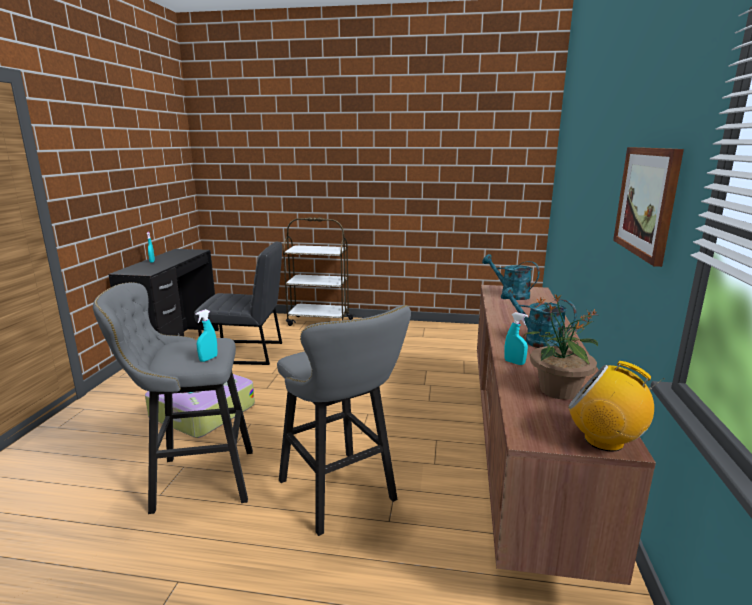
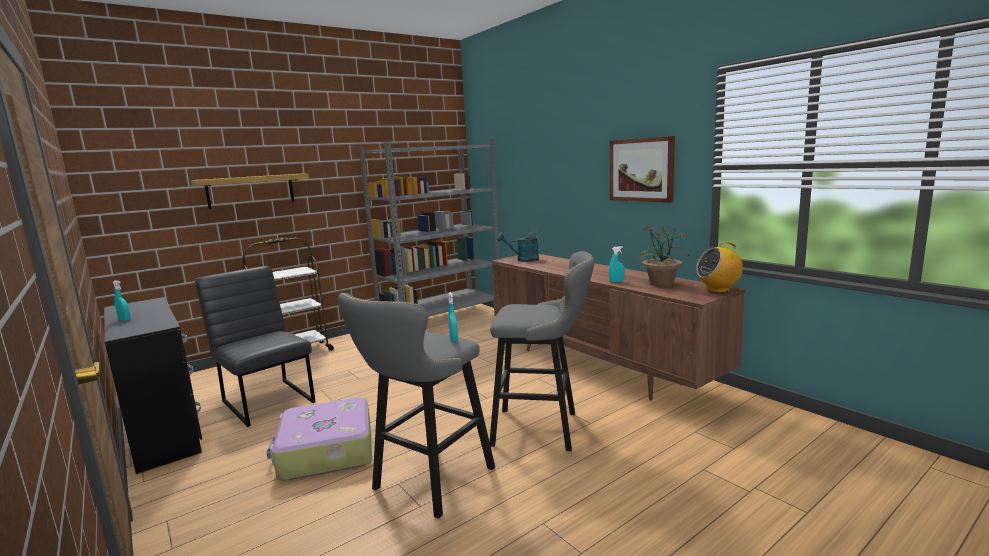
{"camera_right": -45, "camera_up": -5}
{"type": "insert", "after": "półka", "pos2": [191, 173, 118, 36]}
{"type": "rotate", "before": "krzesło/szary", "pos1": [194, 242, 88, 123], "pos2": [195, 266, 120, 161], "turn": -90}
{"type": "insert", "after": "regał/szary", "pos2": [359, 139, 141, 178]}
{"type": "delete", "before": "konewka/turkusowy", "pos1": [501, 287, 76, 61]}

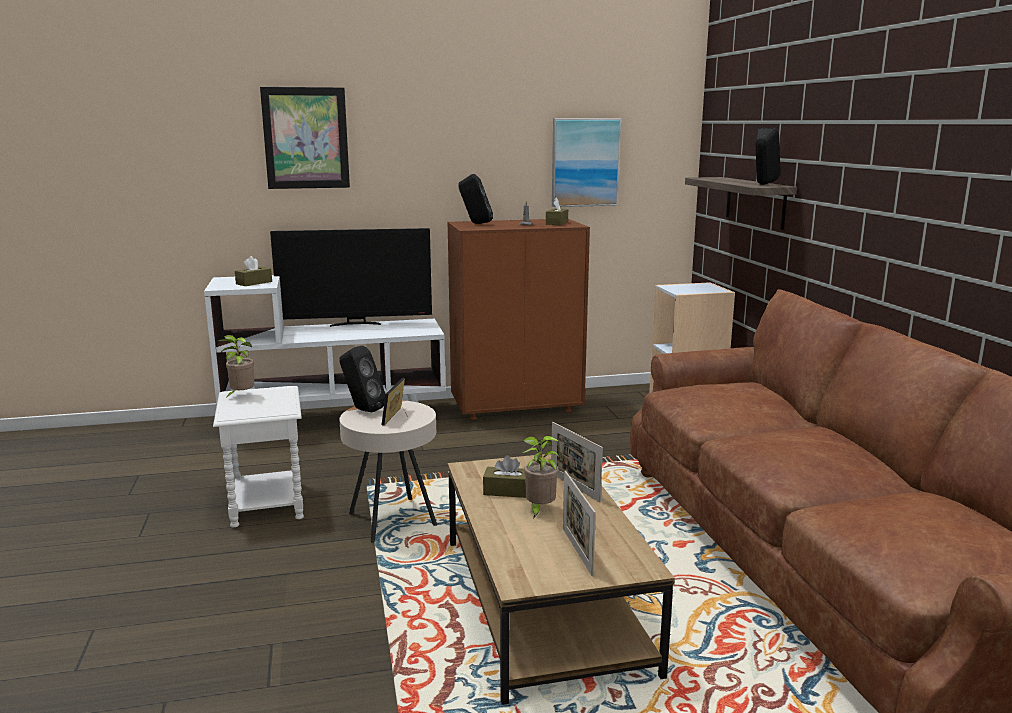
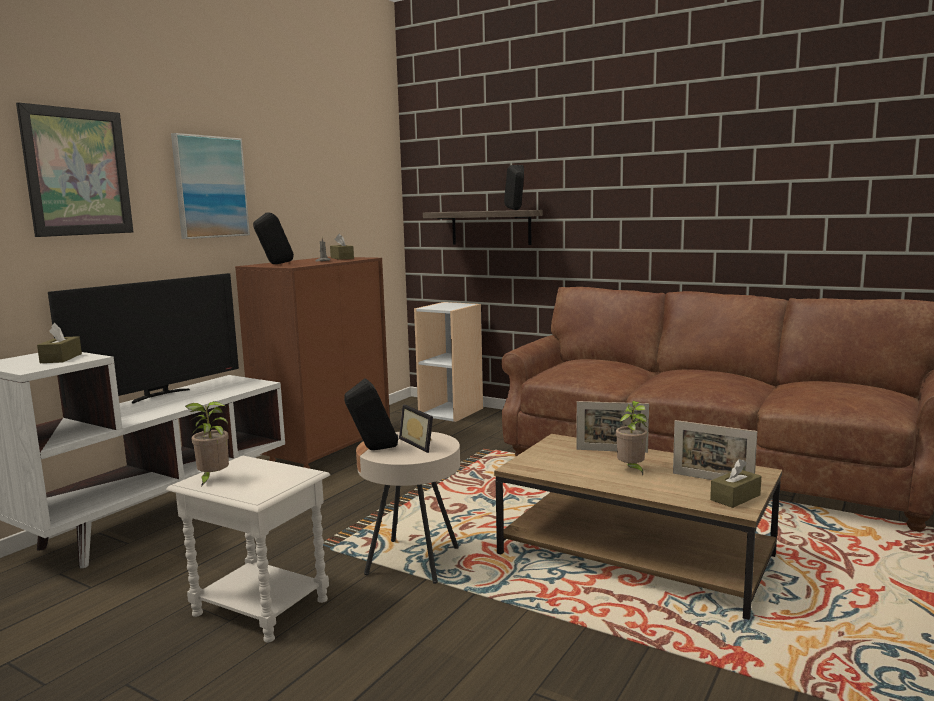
{"camera_right": -45, "camera_up": -5}
{"type": "move", "before": "obraz", "pos1": [552, 118, 69, 89], "pos2": [171, 133, 79, 106]}
{"type": "move", "before": "pudełko chusteczek/brązowy", "pos1": [483, 455, 43, 43], "pos2": [710, 459, 51, 49]}

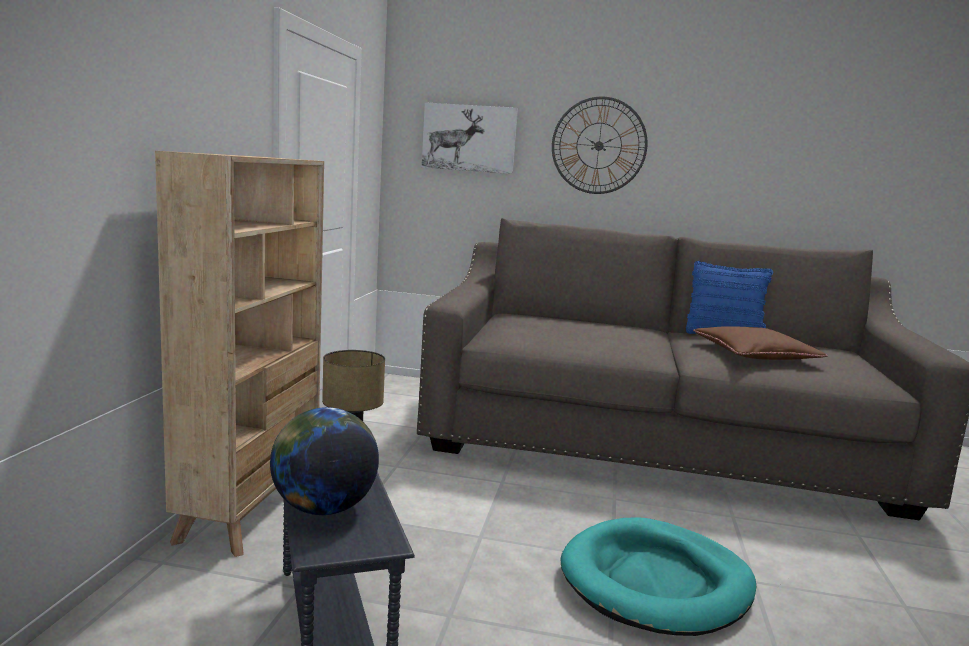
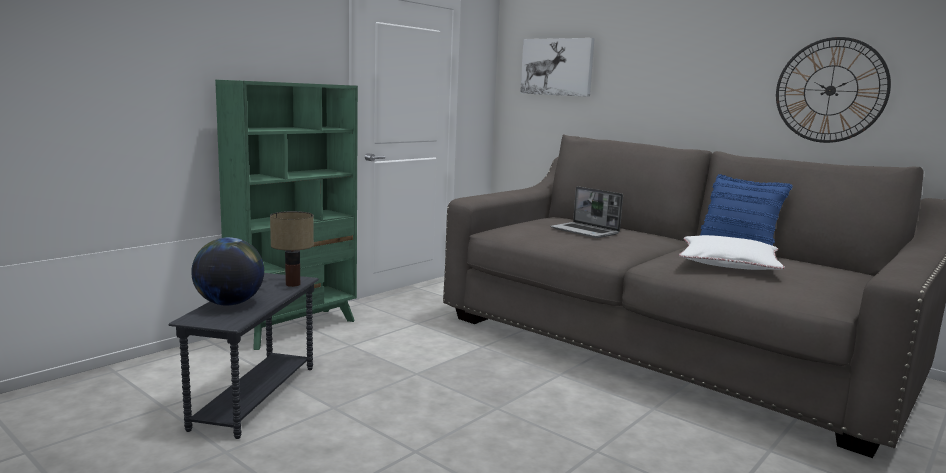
{"camera_right": 30, "camera_up": 0}
{"type": "recolor", "before": "regał/beżowy", "after": "regał/zielony", "pos1": [155, 151, 169, 406], "pos2": [215, 80, 143, 270]}
{"type": "insert", "after": "laptop", "pos2": [550, 186, 73, 52]}
{"type": "recolor", "before": "poduszka/brązowy", "after": "poduszka/biały", "pos1": [693, 326, 135, 34], "pos2": [679, 235, 106, 35]}
{"type": "move", "before": "zegar ścienny", "pos1": [552, 97, 96, 97], "pos2": [776, 37, 115, 106]}
{"type": "delete", "before": "legowisko/turkusowy", "pos1": [561, 517, 195, 119]}

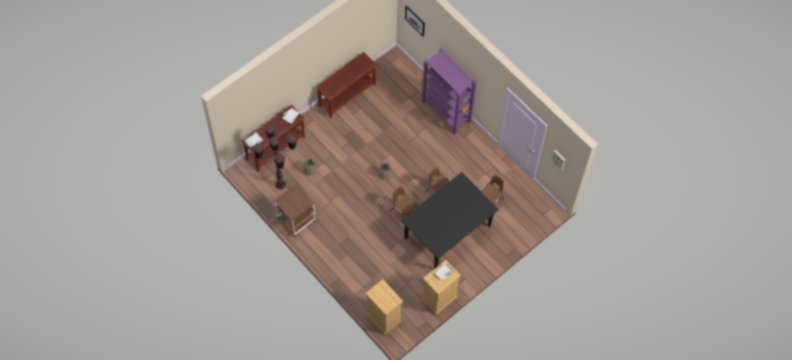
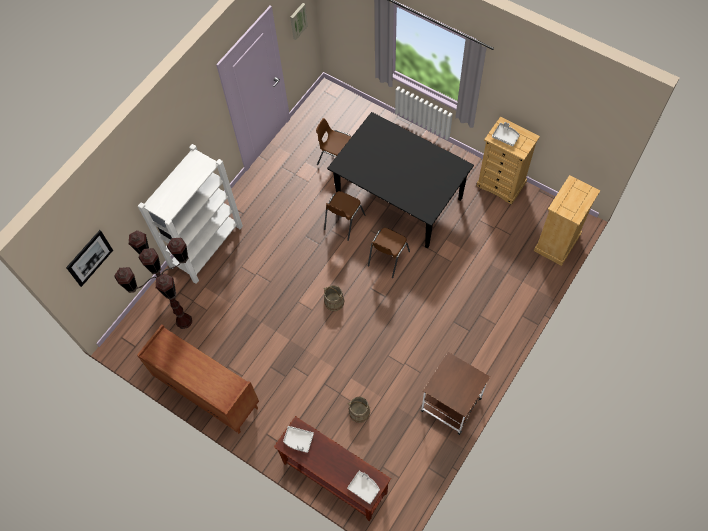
{"camera_right": -100, "camera_up": 0}
{"type": "move", "before": "lampa stojąca/brązowy", "pos1": [252, 124, 45, 65], "pos2": [114, 230, 78, 99]}
{"type": "replace", "before": "stolik konsolowy/brązowy", "after": "szafka/brązowy", "pos1": [316, 52, 61, 66], "pos2": [137, 324, 122, 110]}
{"type": "recolor", "before": "regał/fioletowy", "after": "regał/biały", "pos1": [421, 48, 56, 86], "pos2": [138, 144, 105, 140]}

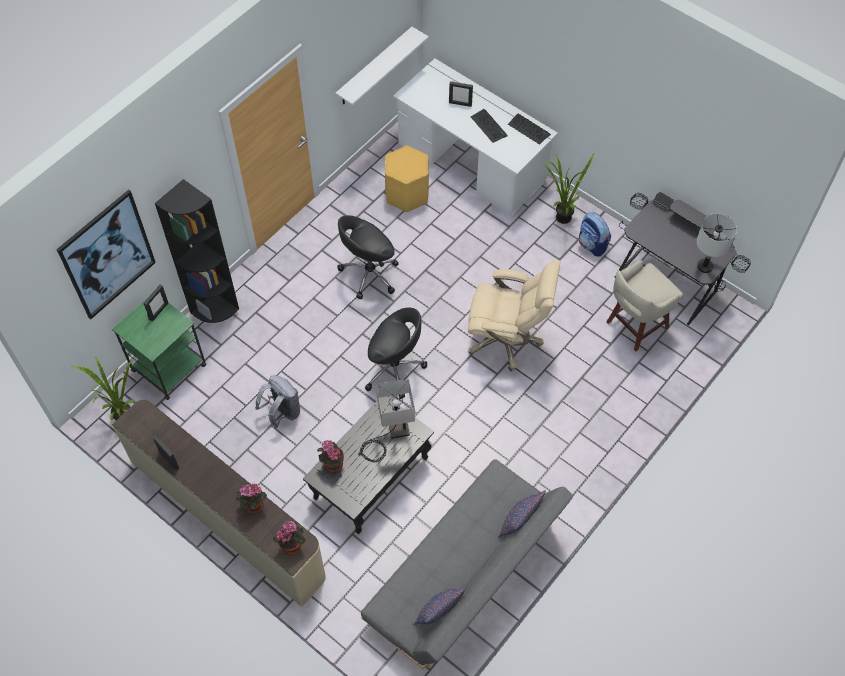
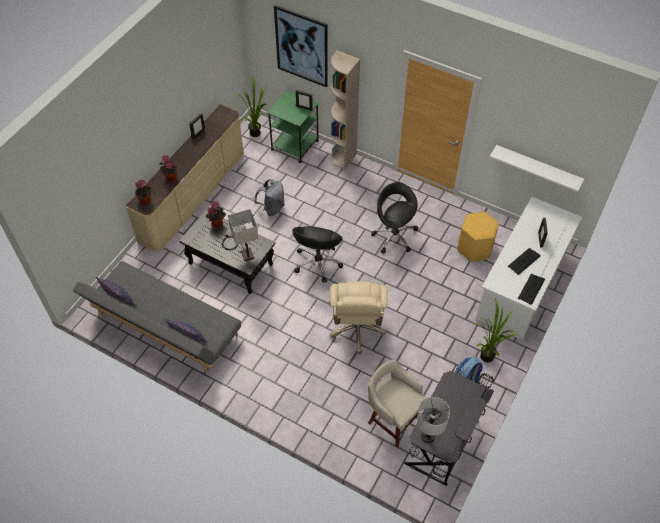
{"camera_right": 80, "camera_up": -5}
{"type": "recolor", "before": "regał/czarny", "after": "regał/beżowy", "pos1": [155, 179, 84, 144], "pos2": [331, 51, 29, 118]}

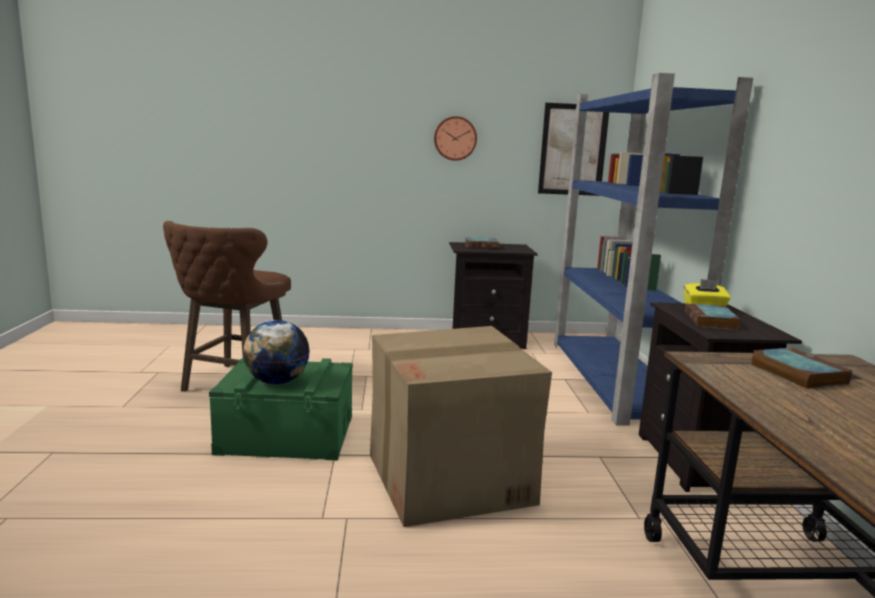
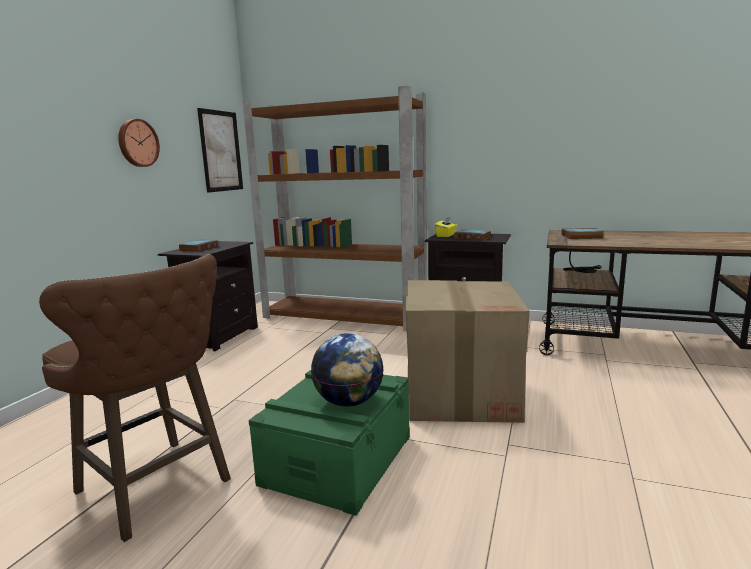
{"camera_right": -65, "camera_up": 0}
{"type": "recolor", "before": "regał/niebieski", "after": "regał/brązowy", "pos1": [554, 73, 199, 353], "pos2": [243, 86, 184, 245]}

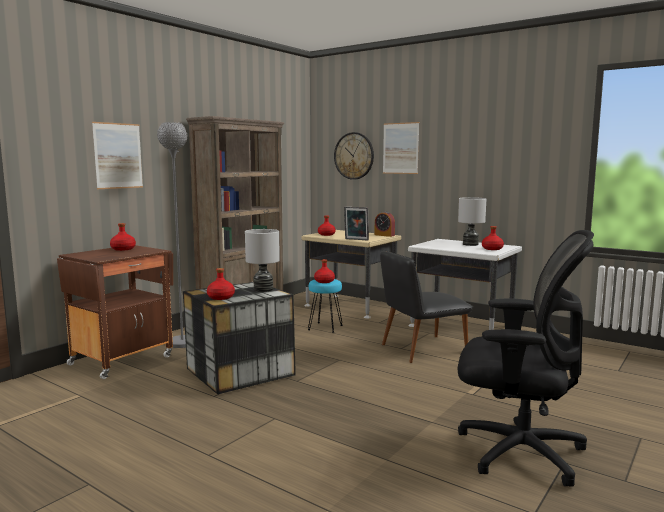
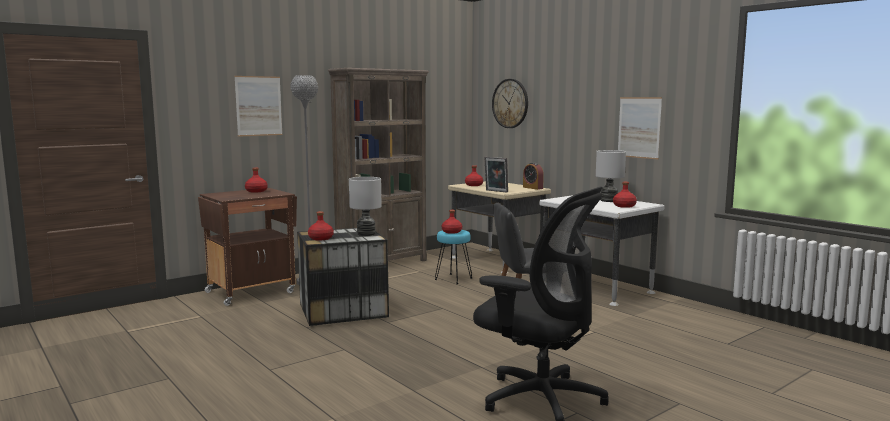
{"camera_right": 15, "camera_up": 0}
{"type": "move", "before": "obraz", "pos1": [383, 122, 36, 52], "pos2": [618, 97, 44, 62]}

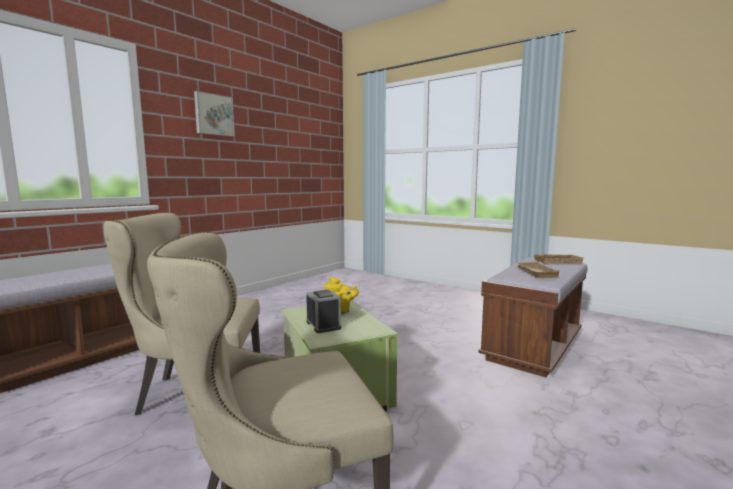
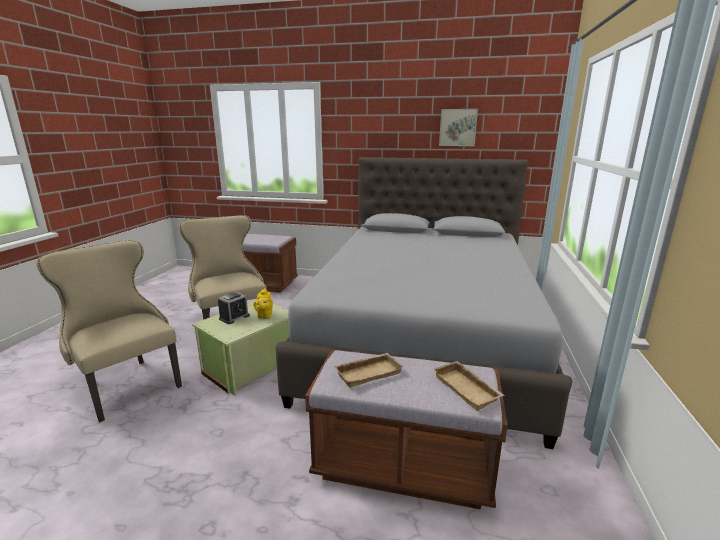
{"camera_right": 65, "camera_up": 10}
{"type": "insert", "after": "łóżko/szary", "pos2": [275, 157, 297, 292]}
{"type": "move", "before": "obraz", "pos1": [194, 91, 41, 46], "pos2": [439, 109, 39, 37]}

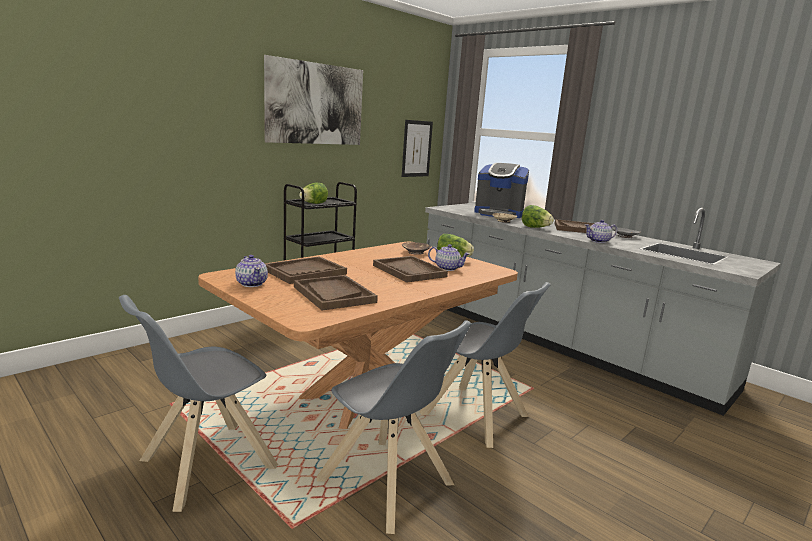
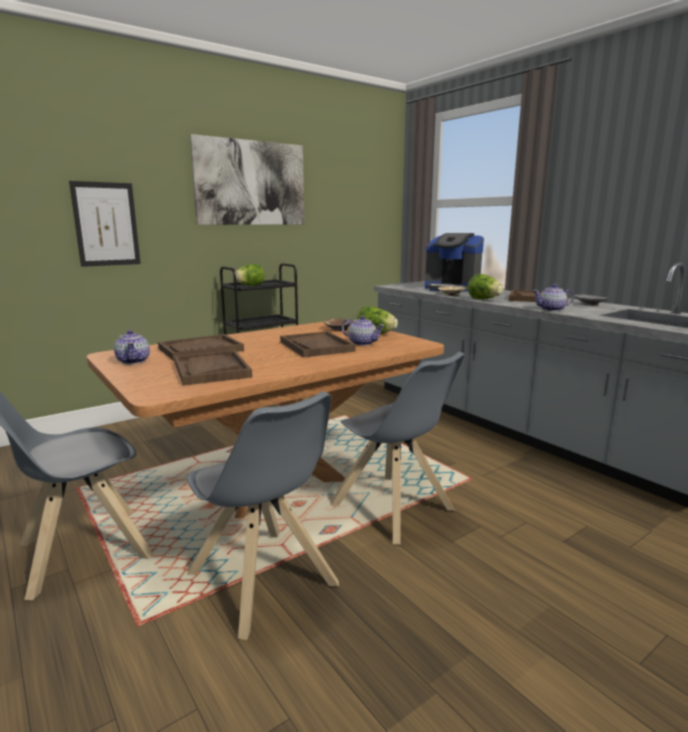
{"camera_right": 10, "camera_up": 0}
{"type": "move", "before": "obraz", "pos1": [402, 120, 31, 57], "pos2": [69, 181, 72, 86]}

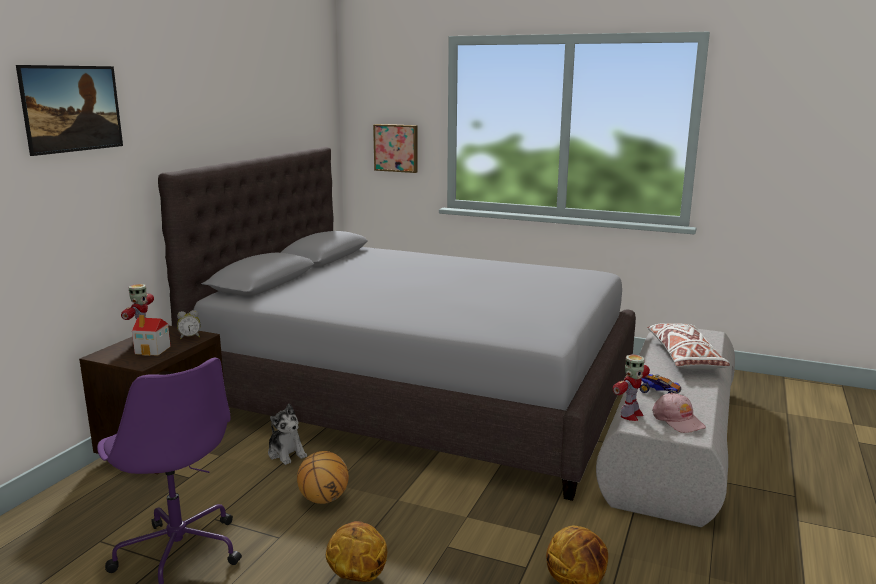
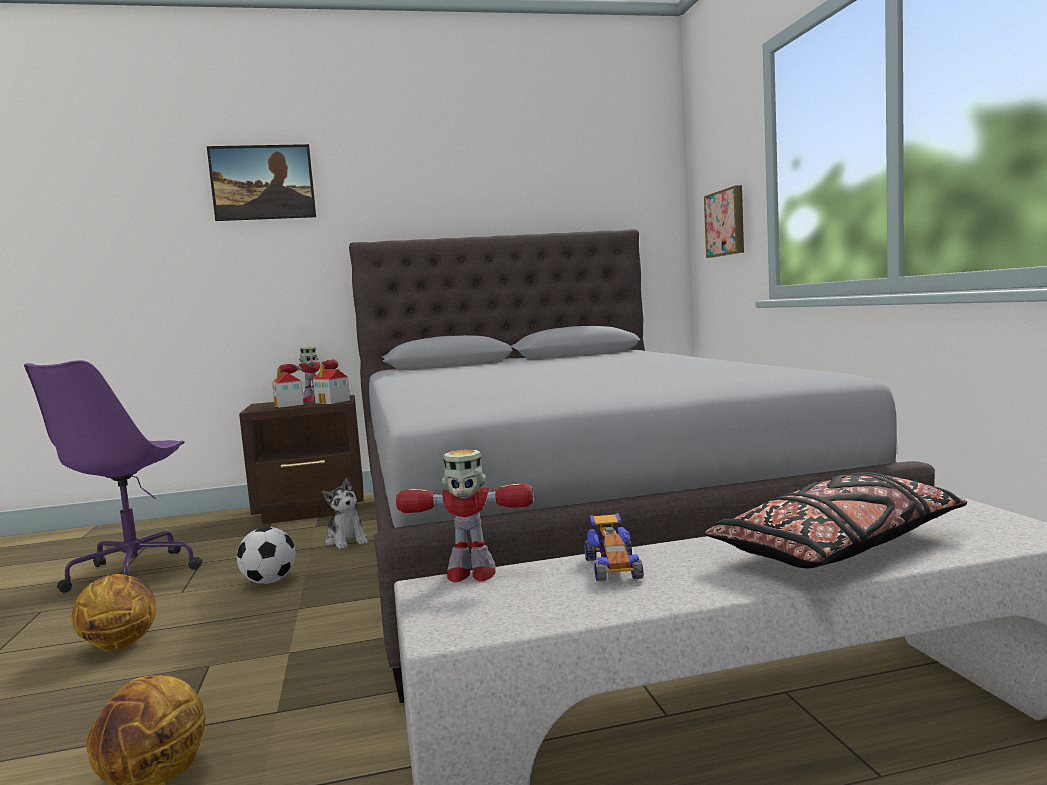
{"camera_right": 55, "camera_up": -10}
{"type": "replace", "before": "piłka do koszykówki", "after": "piłka futbolowa", "pos1": [297, 451, 52, 53], "pos2": [237, 527, 59, 57]}
{"type": "replace", "before": "budzik", "after": "domek", "pos1": [177, 310, 23, 29], "pos2": [313, 365, 37, 39]}
{"type": "rotate", "before": "pluszak", "pos1": [268, 403, 39, 62], "pos2": [322, 478, 46, 71], "turn": -45}
{"type": "recolor", "before": "poduszka/biały", "after": "poduszka/czarny", "pos1": [647, 323, 83, 47], "pos2": [705, 472, 262, 96]}
{"type": "delete", "before": "czapka z daszkiem/różowy", "pos1": [652, 393, 54, 40]}

